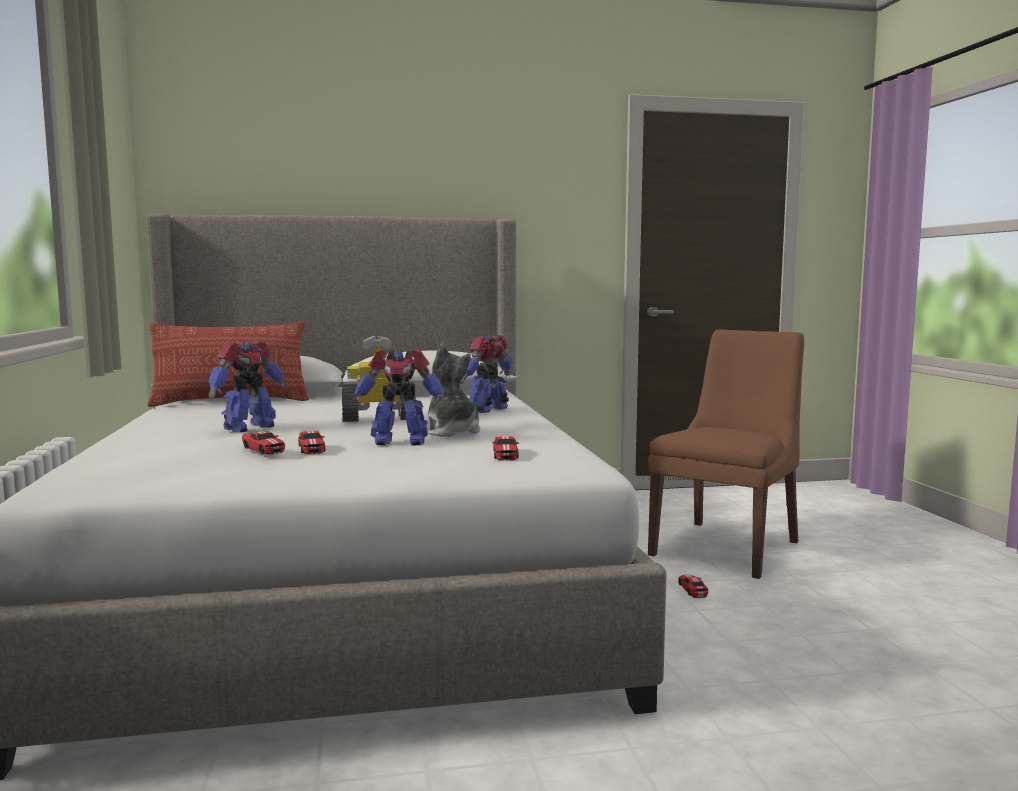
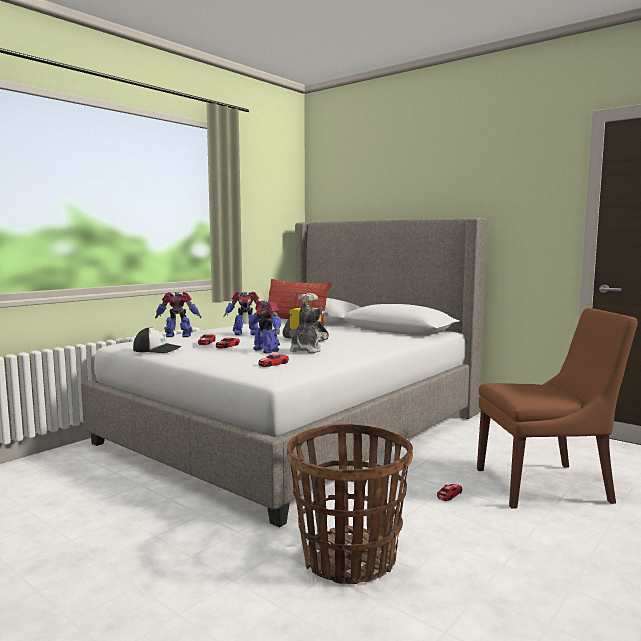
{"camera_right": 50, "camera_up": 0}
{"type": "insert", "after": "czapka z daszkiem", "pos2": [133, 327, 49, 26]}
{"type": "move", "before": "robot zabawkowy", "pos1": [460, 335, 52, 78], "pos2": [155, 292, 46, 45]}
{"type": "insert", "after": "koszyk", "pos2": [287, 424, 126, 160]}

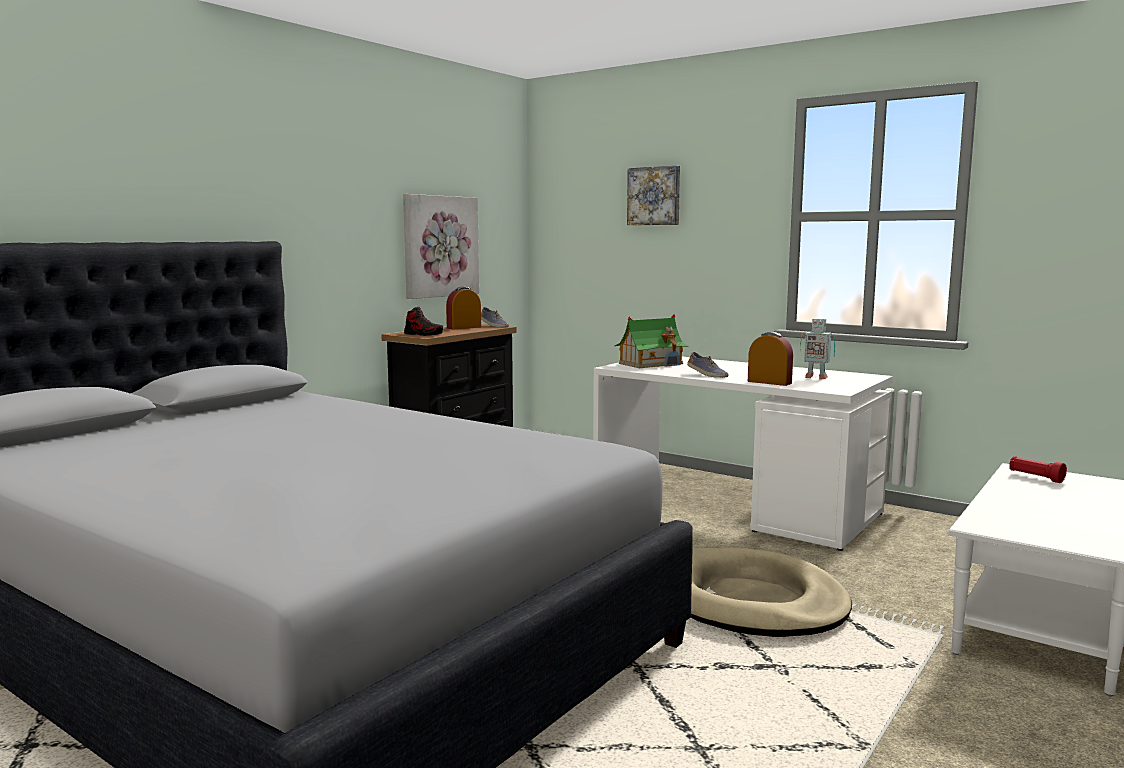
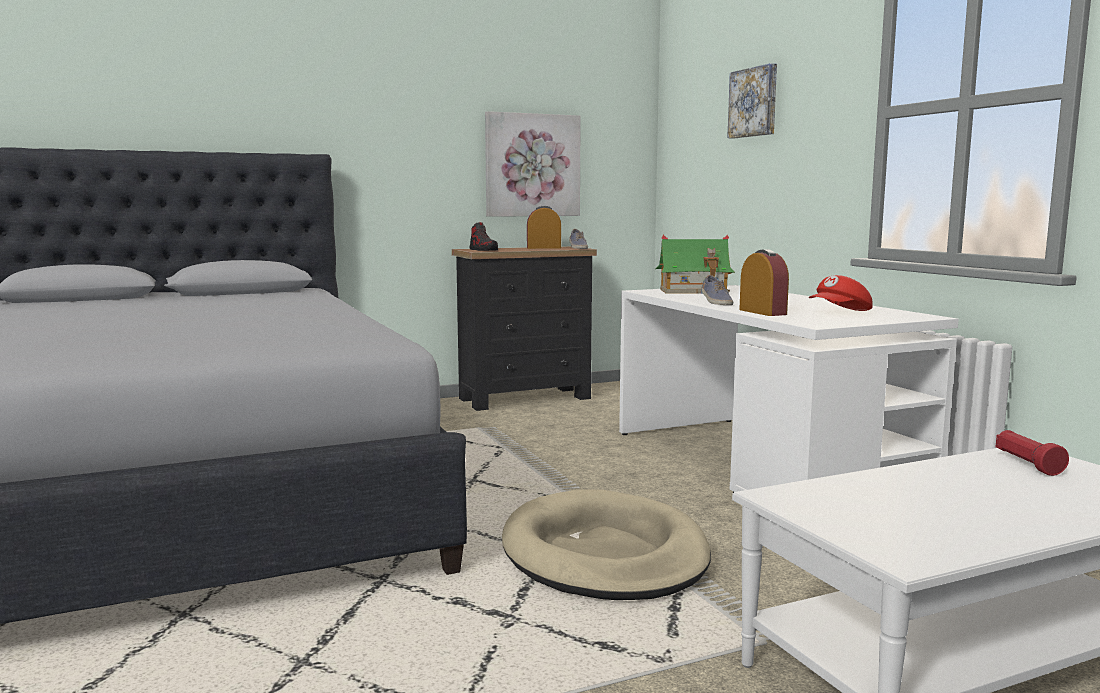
{"camera_right": 30, "camera_up": 0}
{"type": "replace", "before": "robot zabawkowy", "after": "czapka z daszkiem/czerwony", "pos1": [800, 319, 35, 60], "pos2": [809, 275, 64, 36]}

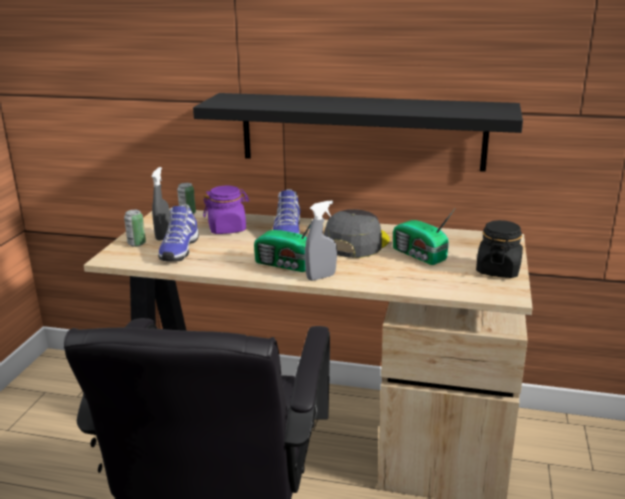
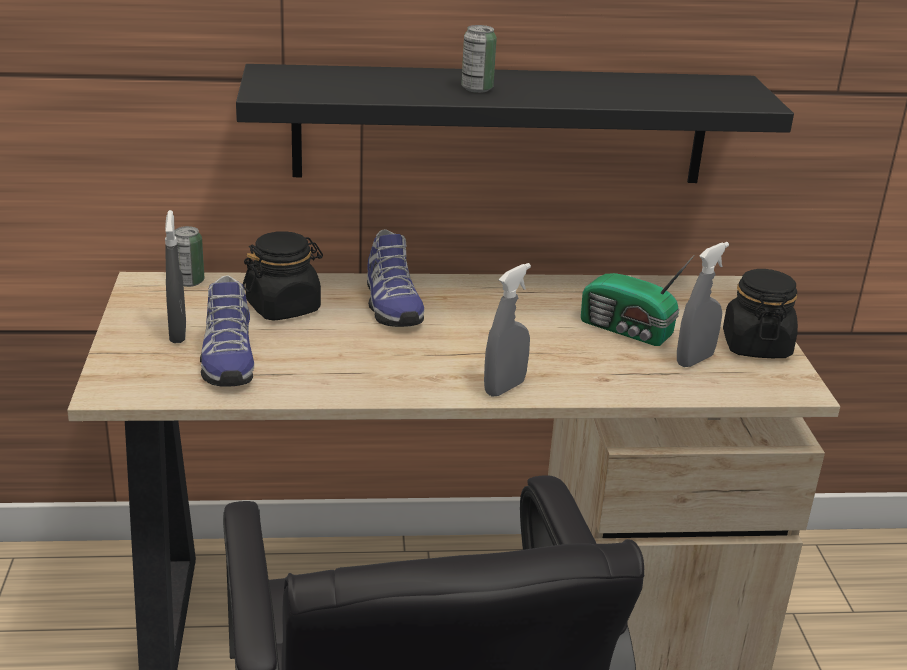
{"camera_right": -20, "camera_up": 5}
{"type": "recolor", "before": "słoik/fioletowy", "after": "słoik/czarny", "pos1": [203, 186, 46, 48], "pos2": [243, 231, 80, 90]}
{"type": "move", "before": "puszka", "pos1": [124, 210, 22, 37], "pos2": [461, 25, 36, 68]}
{"type": "insert", "after": "spryskiwacz/szary", "pos2": [677, 242, 52, 125]}
{"type": "delete", "before": "radio", "pos1": [254, 217, 61, 55]}
{"type": "delete", "before": "czapka z daszkiem/szary", "pos1": [324, 209, 66, 49]}

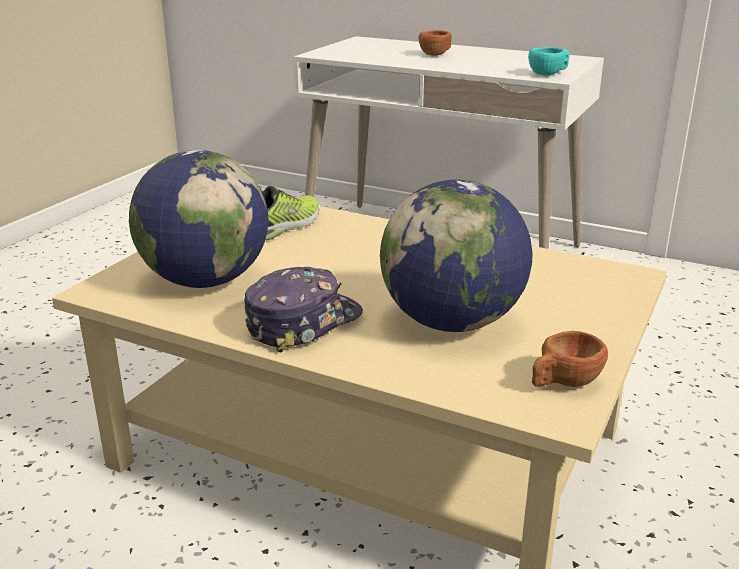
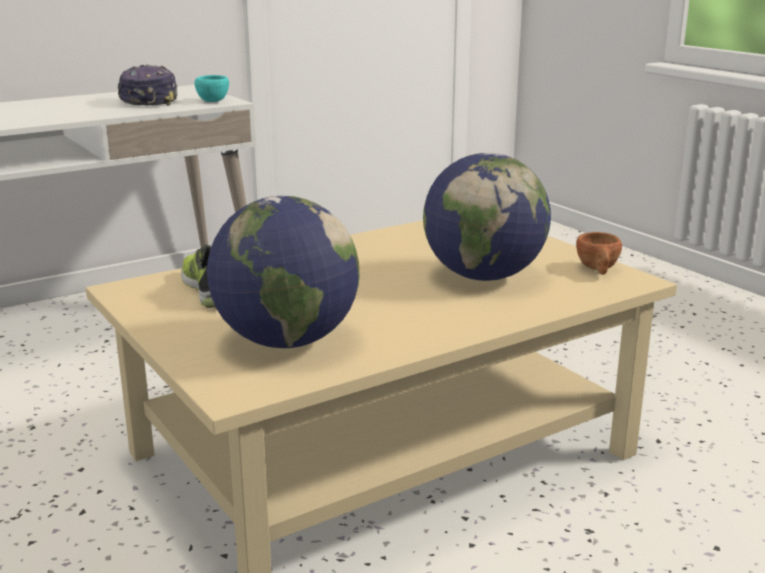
{"camera_right": -60, "camera_up": -5}
{"type": "move", "before": "czapka z daszkiem", "pos1": [244, 267, 119, 86], "pos2": [117, 65, 60, 41]}
{"type": "delete", "before": "filiżanka/brązowy", "pos1": [419, 30, 33, 26]}

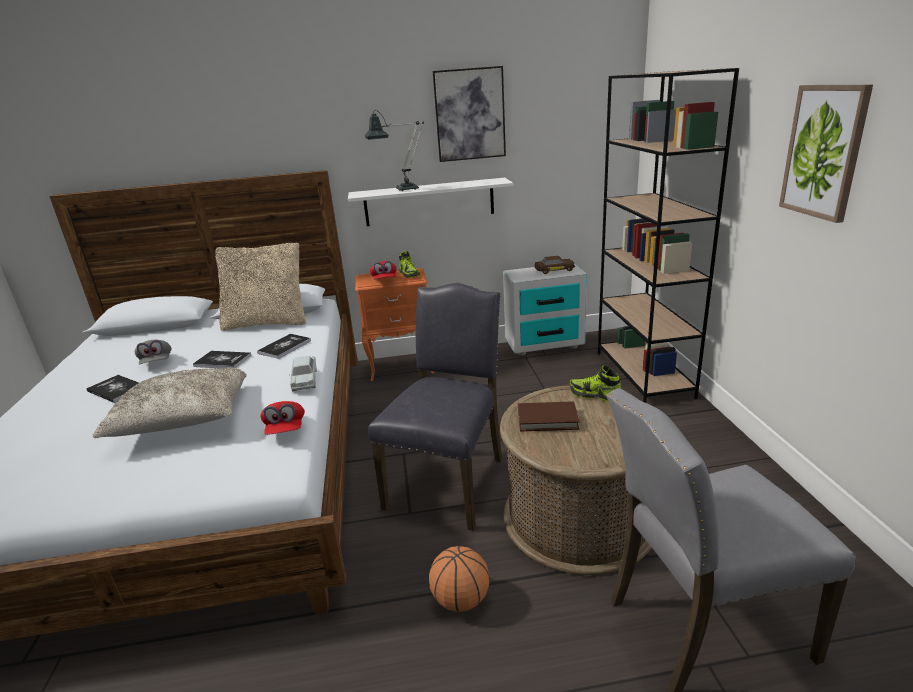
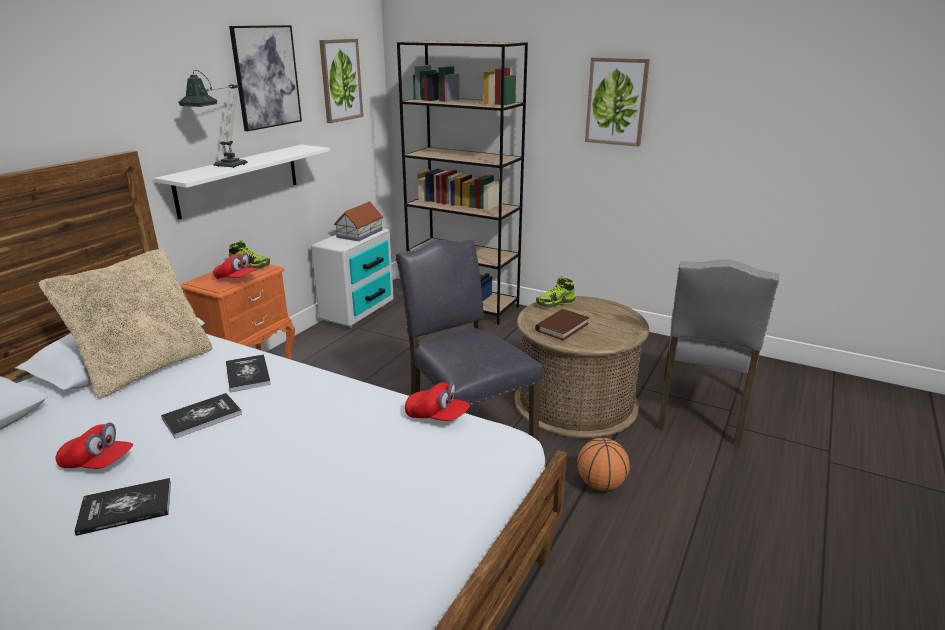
{"camera_right": -55, "camera_up": 0}
{"type": "recolor", "before": "czapka z daszkiem/szary", "after": "czapka z daszkiem/czerwony", "pos1": [135, 340, 36, 24], "pos2": [55, 423, 78, 46]}
{"type": "insert", "after": "obraz", "pos2": [319, 39, 44, 84]}
{"type": "replace", "before": "samochodzik/brązowy", "after": "domek", "pos1": [535, 256, 40, 18], "pos2": [334, 201, 49, 40]}
{"type": "delete", "before": "poduszka/beżowy", "pos1": [92, 367, 155, 71]}
{"type": "delete", "before": "samochodzik/biały", "pos1": [289, 356, 28, 35]}

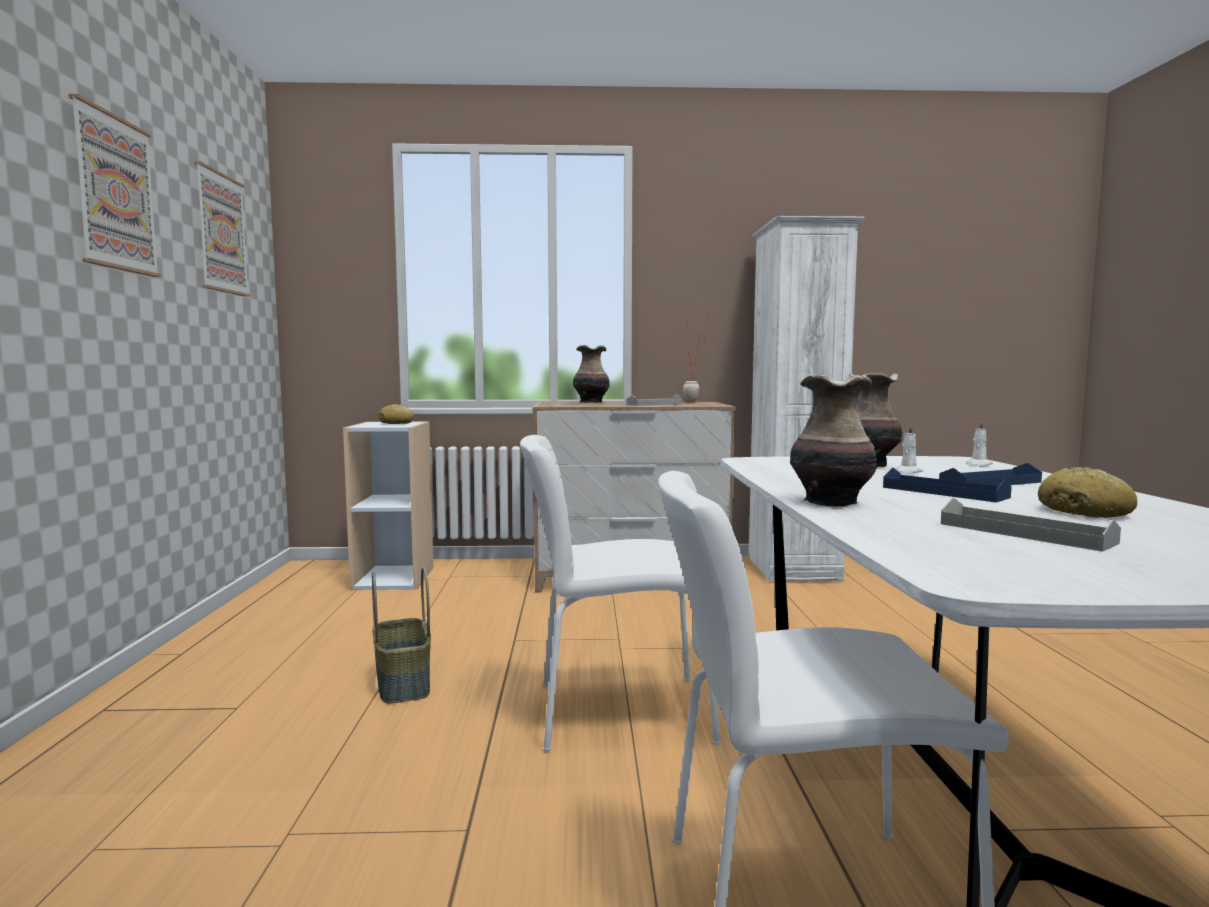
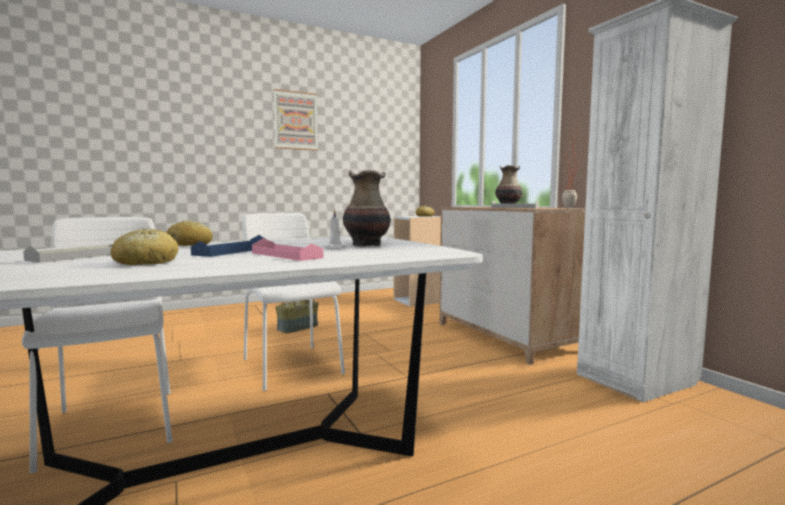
{"camera_right": 65, "camera_up": 0}
{"type": "replace", "before": "wazon", "after": "chleb", "pos1": [790, 374, 87, 133], "pos2": [166, 221, 47, 25]}
{"type": "recolor", "before": "taca/niebieski", "after": "taca/różowy", "pos1": [939, 463, 103, 23], "pos2": [252, 238, 71, 23]}
{"type": "delete", "before": "obraz", "pos1": [194, 161, 57, 136]}
{"type": "delete", "before": "świeca/biały", "pos1": [966, 419, 27, 48]}

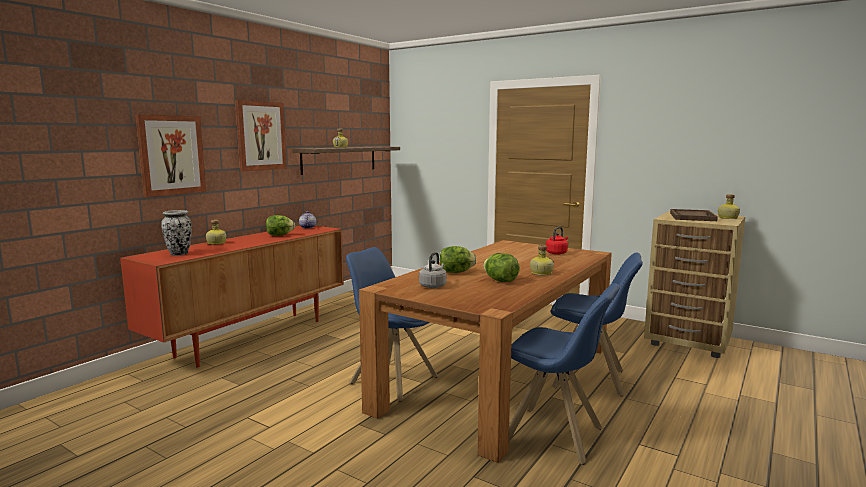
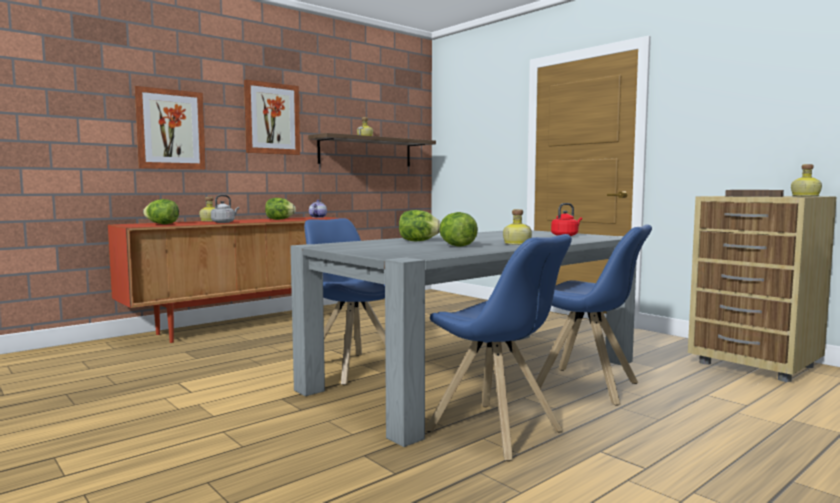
{"camera_right": 15, "camera_up": -5}
{"type": "replace", "before": "wazon", "after": "sałata", "pos1": [161, 210, 31, 46], "pos2": [143, 199, 36, 25]}
{"type": "move", "before": "czajnik/szary", "pos1": [419, 252, 28, 36], "pos2": [211, 195, 28, 28]}
{"type": "recolor", "before": "stół jadalny/brązowy", "after": "stół jadalny/szary", "pos1": [359, 240, 253, 223], "pos2": [290, 230, 347, 217]}

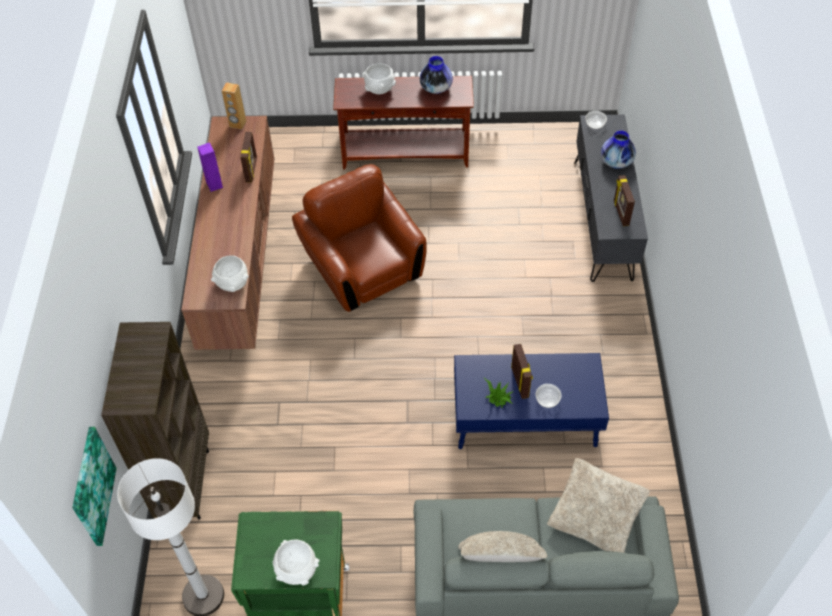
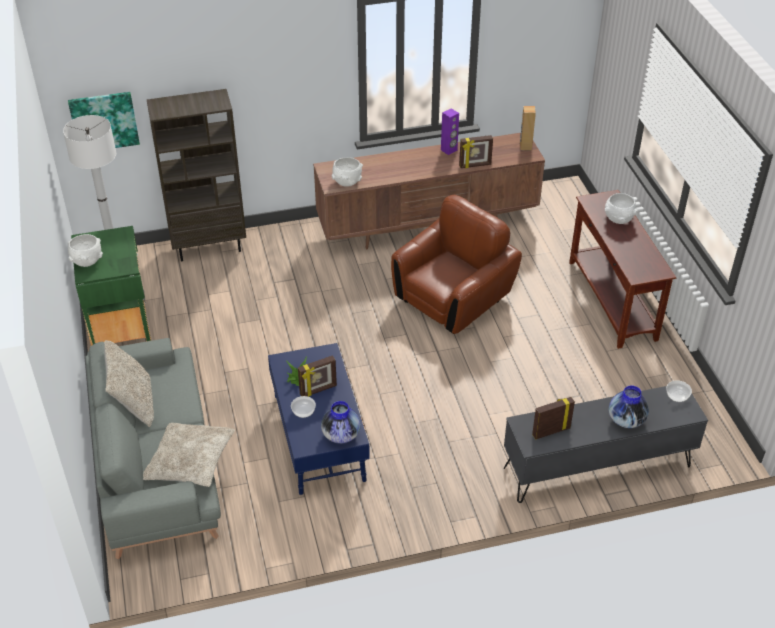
{"camera_right": 75, "camera_up": -10}
{"type": "move", "before": "wazon", "pos1": [419, 56, 34, 38], "pos2": [321, 401, 40, 42]}

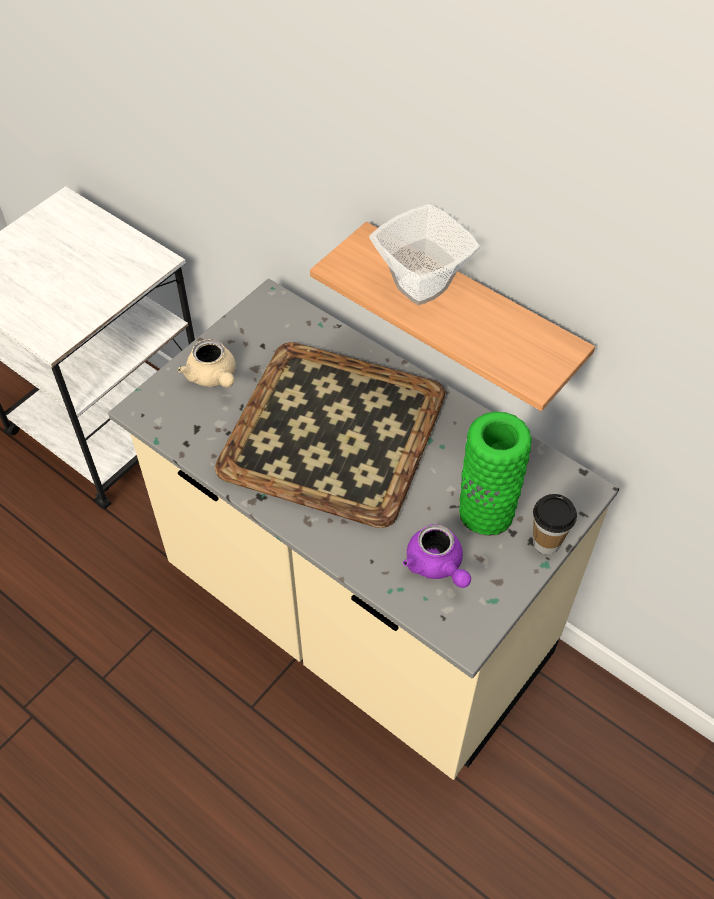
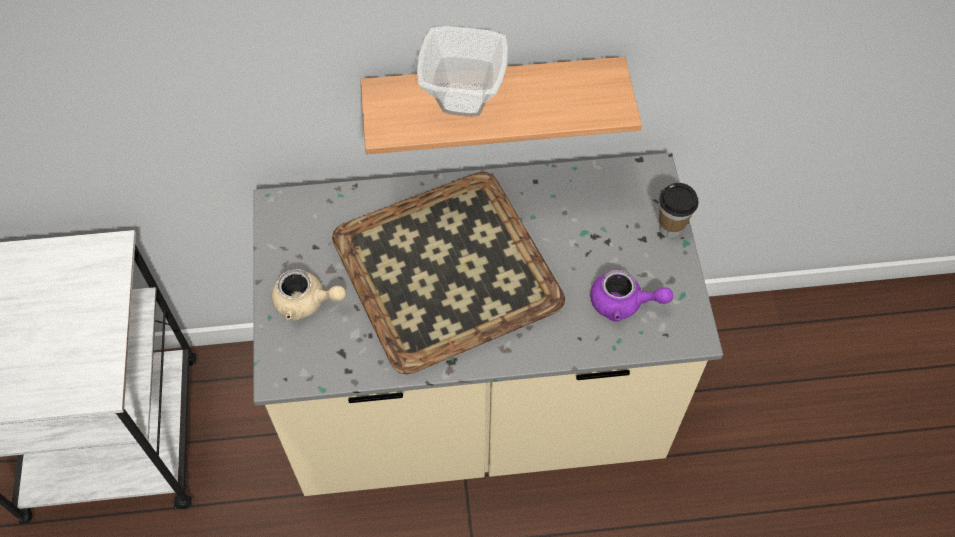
{"camera_right": -45, "camera_up": 5}
{"type": "delete", "before": "wazon/zielony", "pos1": [459, 412, 73, 124]}

